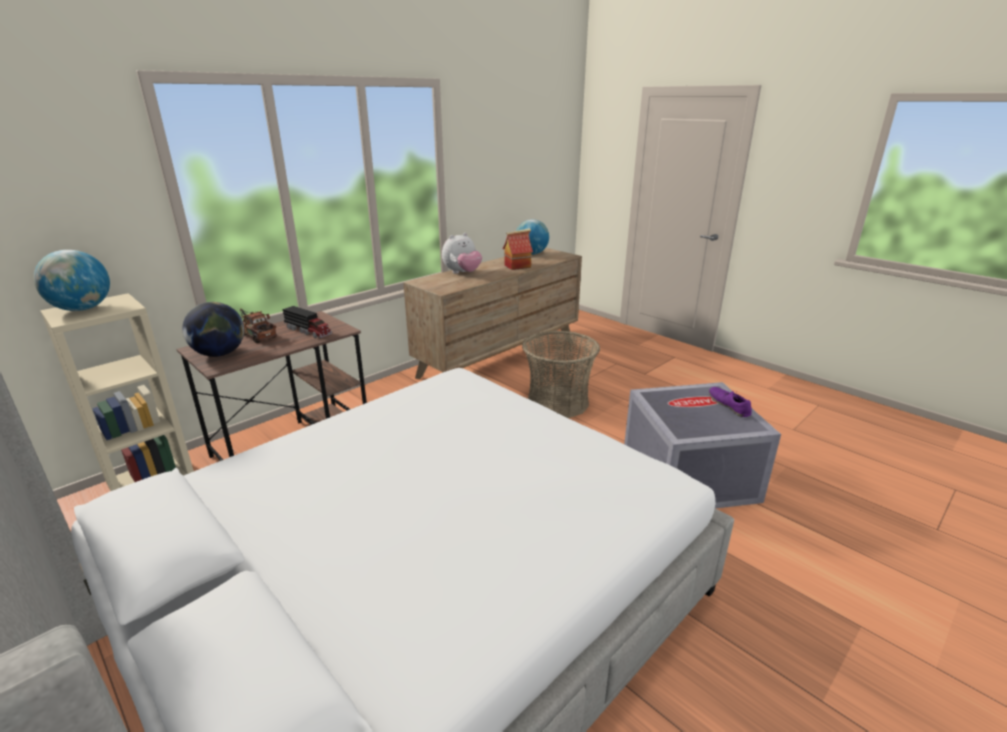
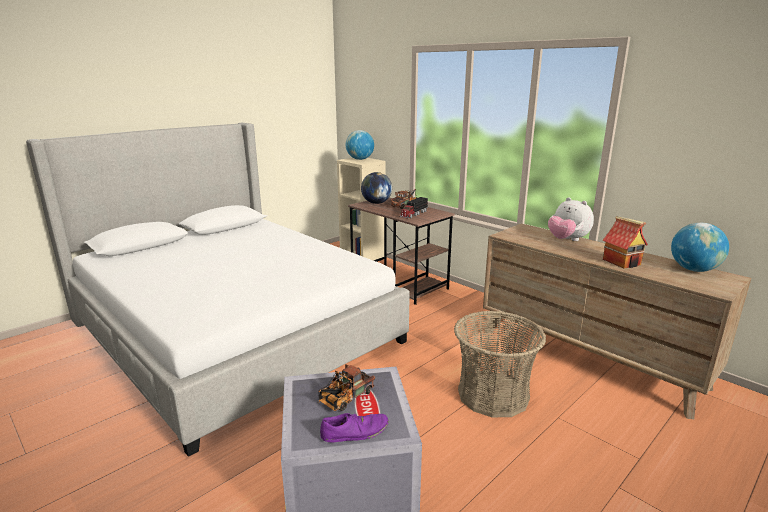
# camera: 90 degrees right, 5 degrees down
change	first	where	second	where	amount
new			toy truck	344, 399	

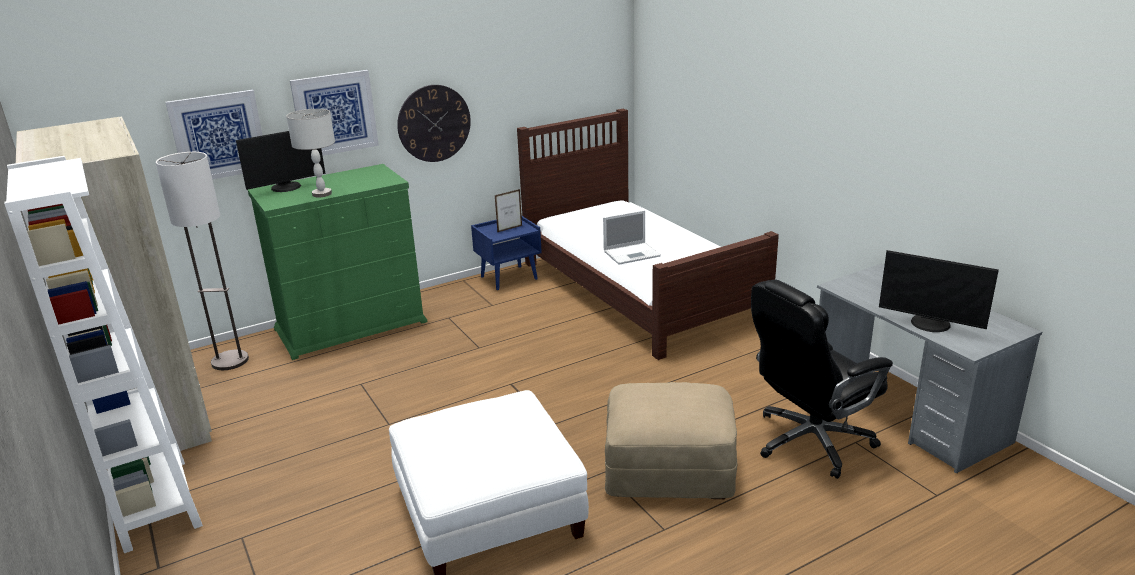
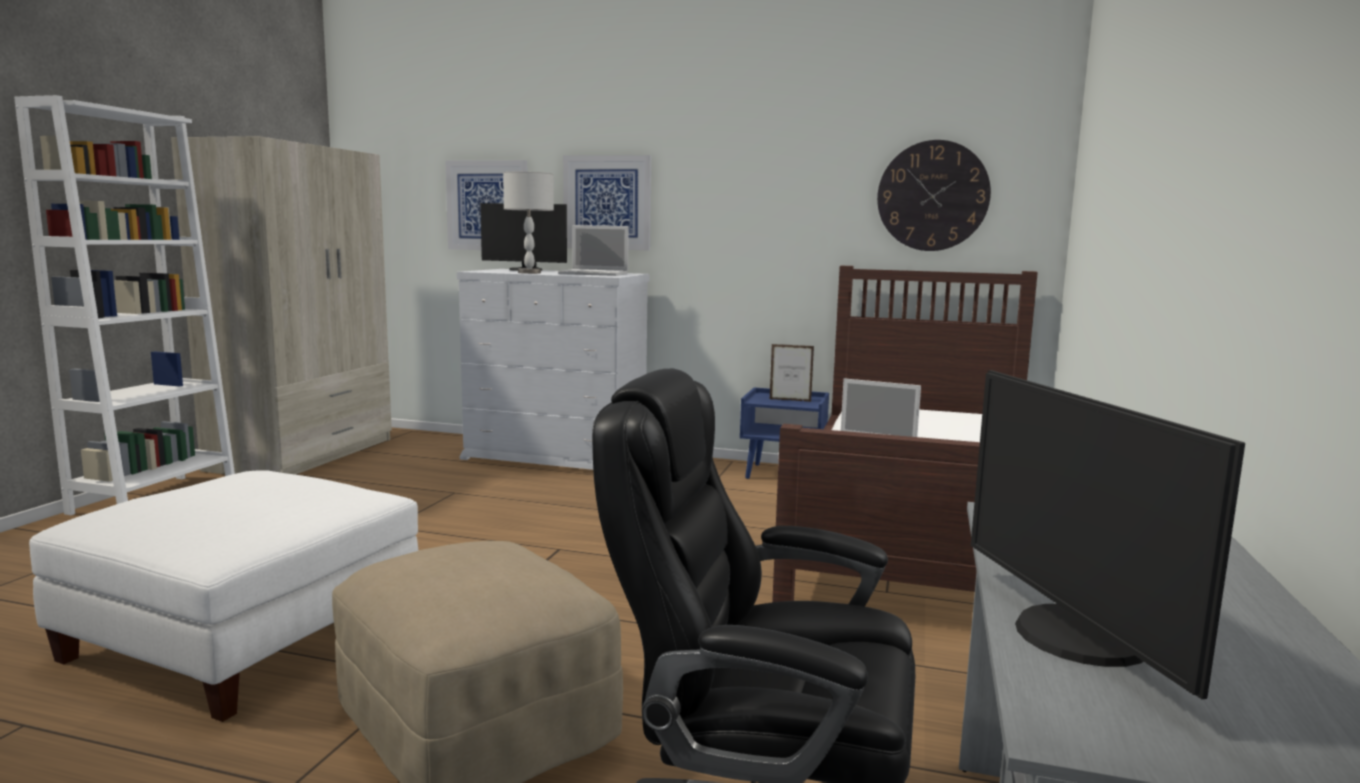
# camera: 45 degrees right, 15 degrees down
change	first	where	second	where	amount
gone	floor lamp	230, 361			
new			laptop	595, 274	
shifted	wall clock	434, 123		932, 196	
repainted	dresser/green	351, 325	dresser/white	557, 456	

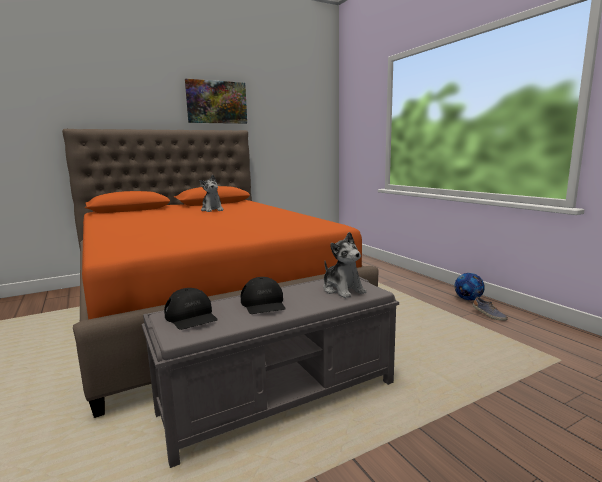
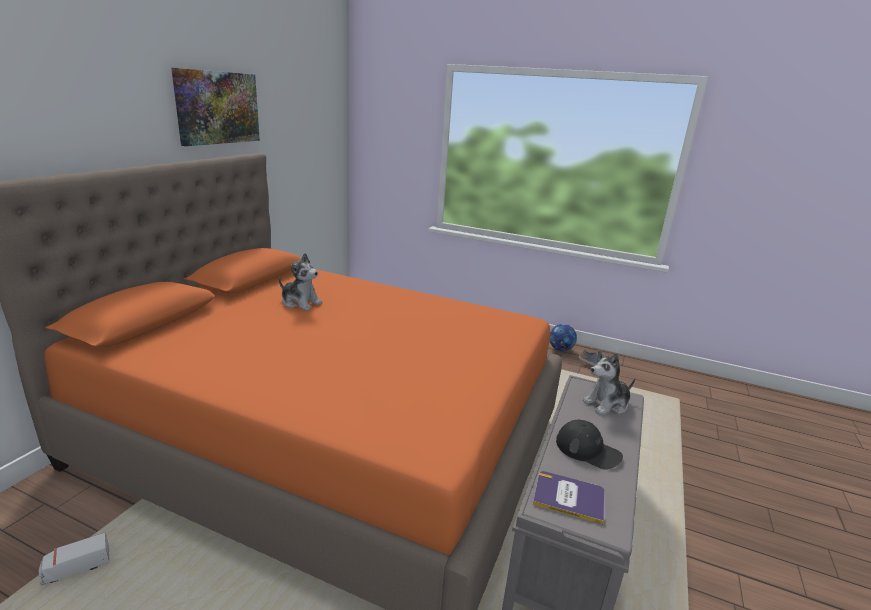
# camera: 40 degrees left, 10 degrees up
change	first	where	second	where	amount
new			toy truck	76, 568	
swapped	cap/black	191, 317	book	569, 497	
rotated	plush toy	342, 290		607, 404	135 degrees clockwise

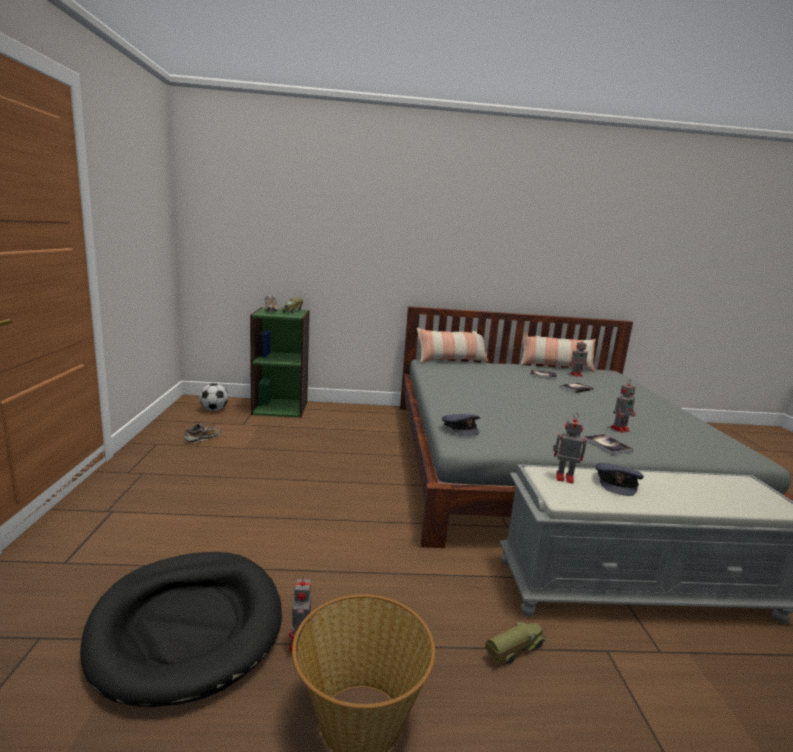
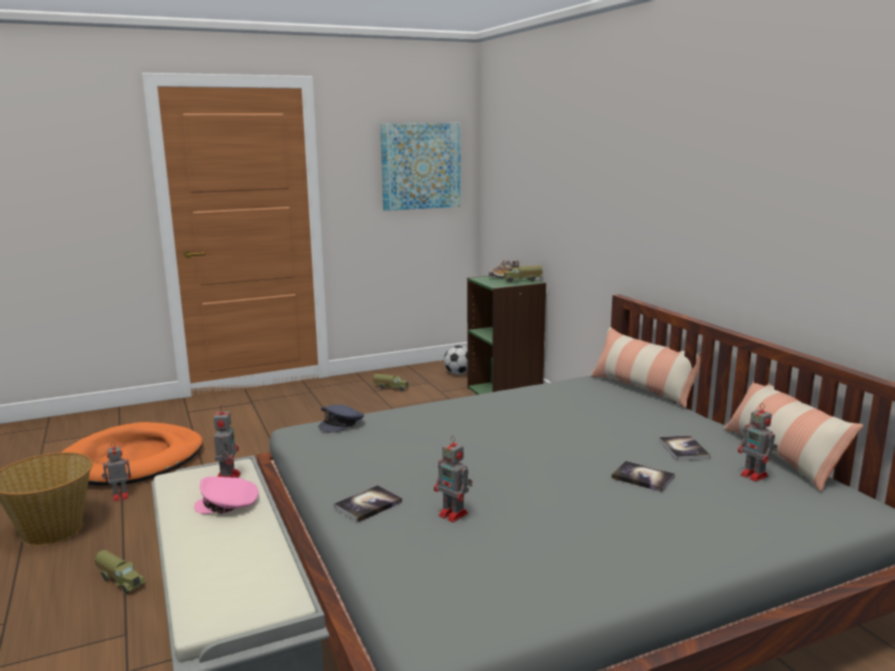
# camera: 70 degrees right, 0 degrees up
change	first	where	second	where	amount
new			picture	420, 166	
swapped	shoe	202, 438	toy truck	391, 388	
repainted	dog bed/black	188, 626	dog bed/orange	133, 460	
repainted	cap/grey	617, 483	cap/pink	227, 505	

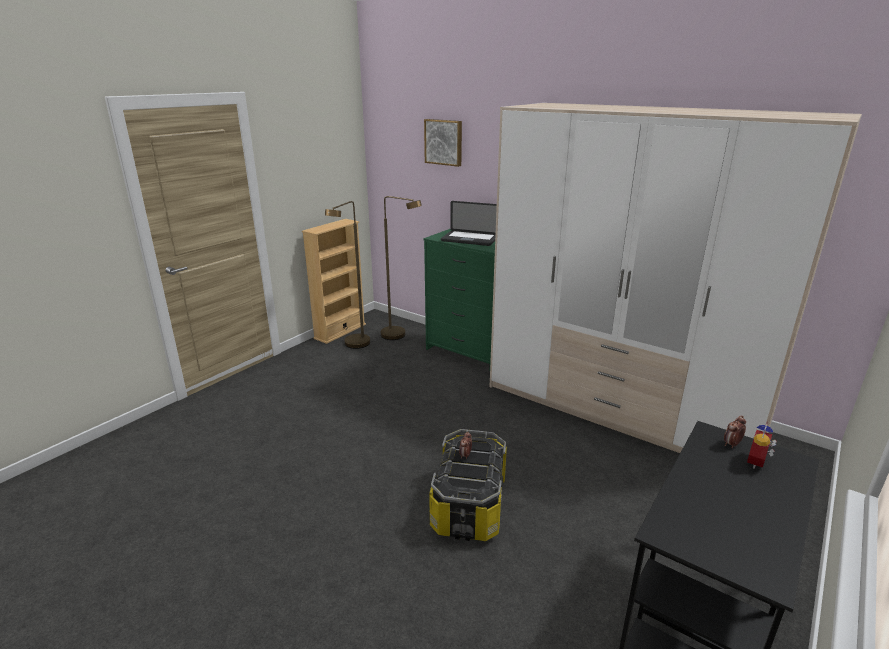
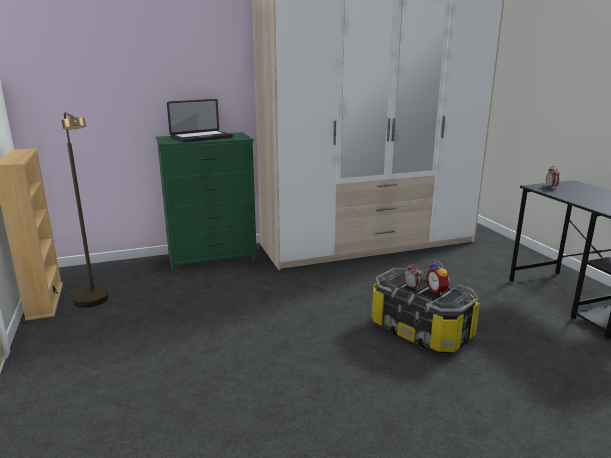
# camera: 55 degrees left, 5 degrees down
change	first	where	second	where	amount
gone	floor lamp/brown	399, 336			
gone	picture	444, 142			
shifted	alarm clock	758, 463		437, 291	

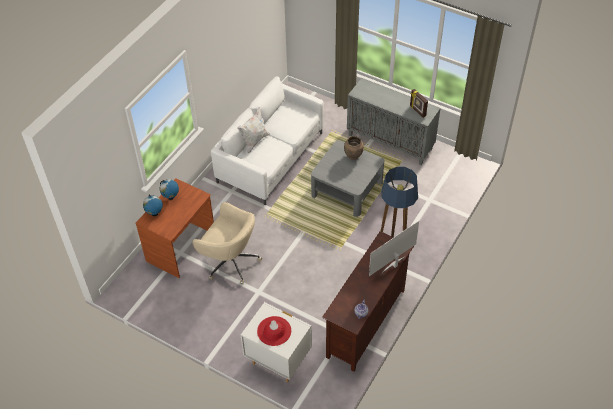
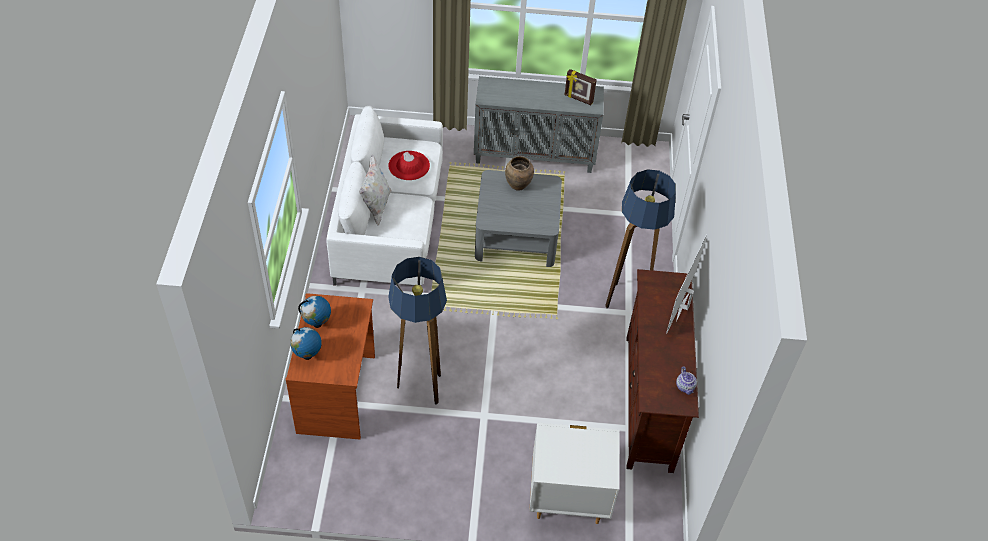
# camera: 30 degrees left, 0 degrees up
change	first	where	second	where	amount
shifted	hat/red	274, 331		409, 166	
swapped	office chair/beige	230, 261	floor lamp	419, 388	

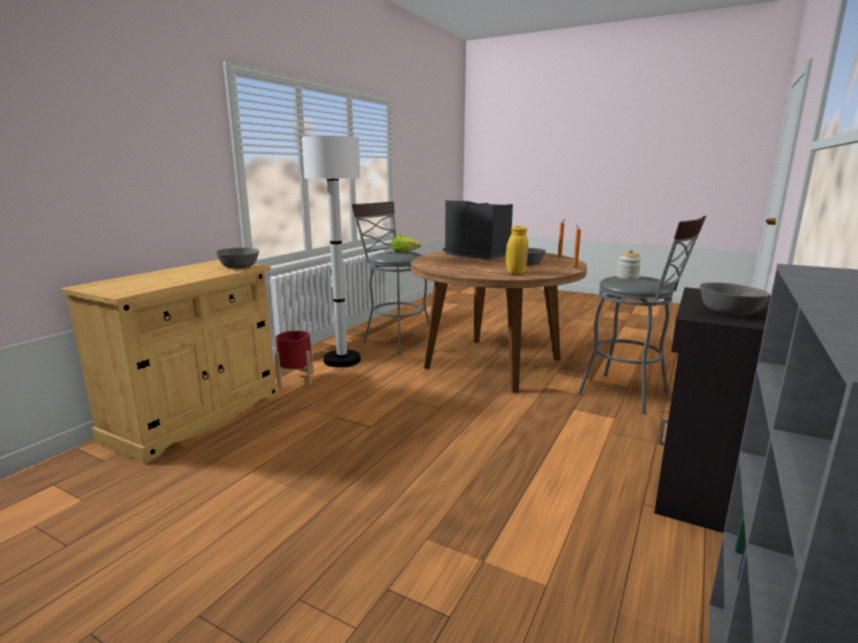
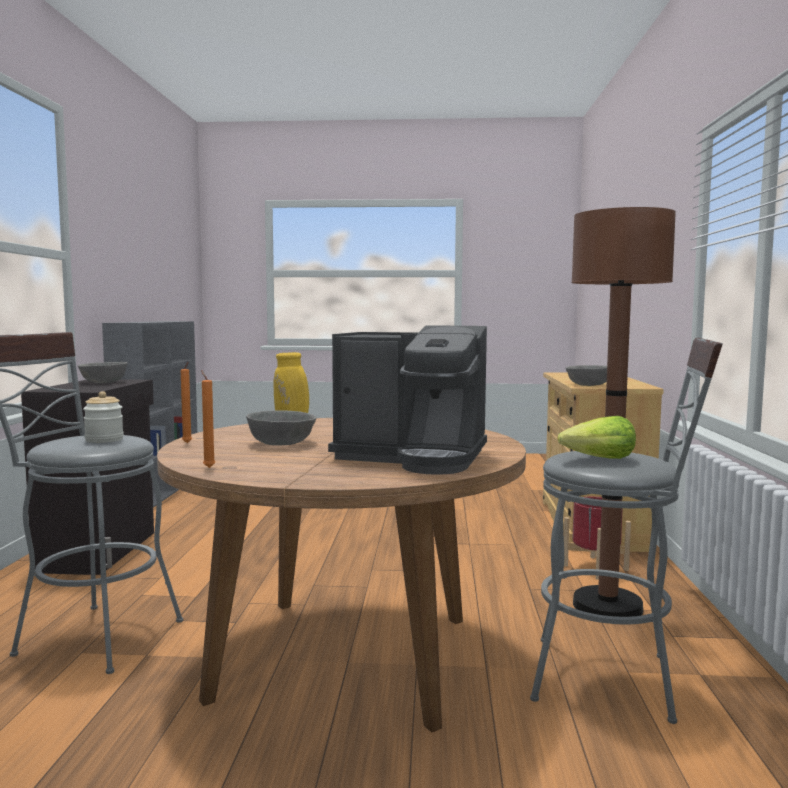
# camera: 155 degrees right, 10 degrees down
change	first	where	second	where	amount
repainted	floor lamp/white	342, 360	floor lamp/brown	607, 606	

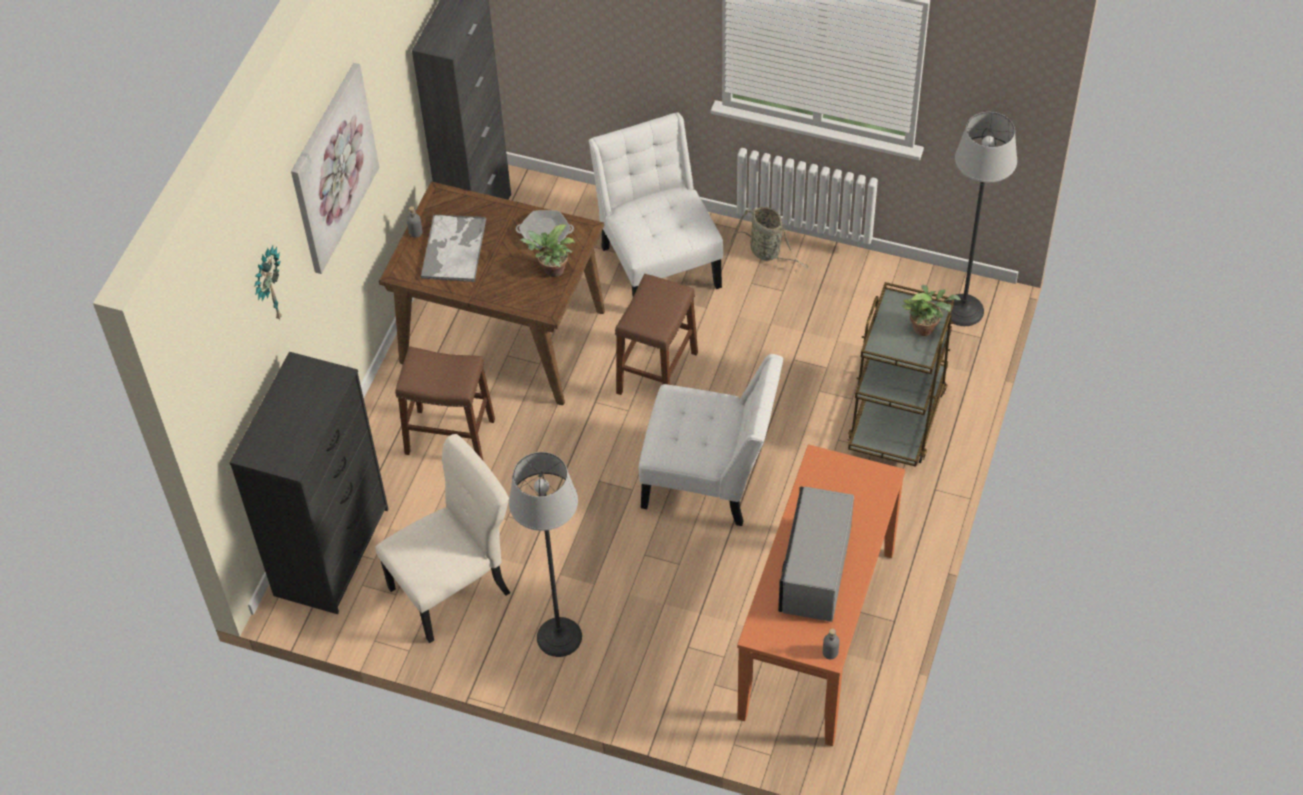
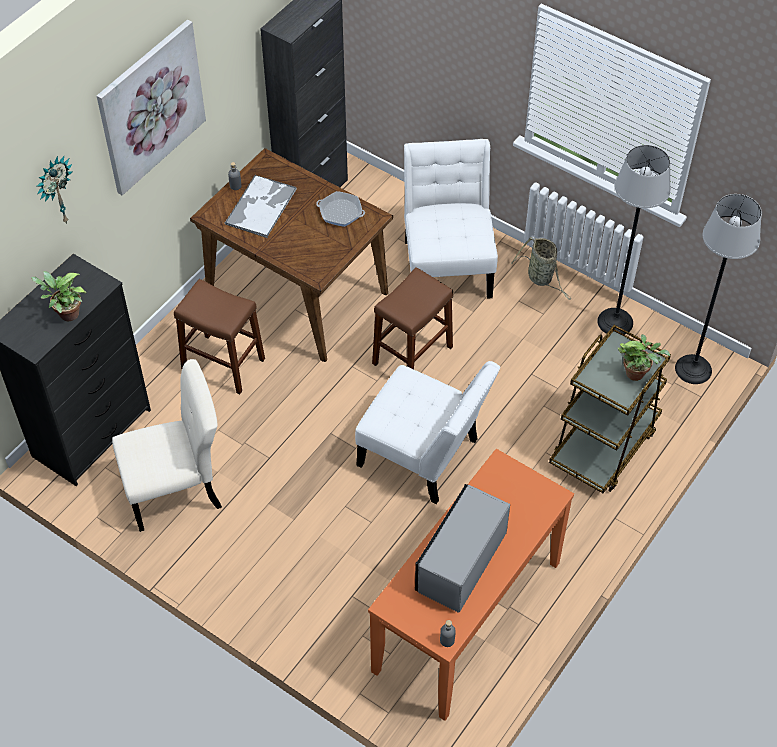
# camera: 15 degrees right, 0 degrees up
change	first	where	second	where	amount
shifted	floor lamp	559, 637		615, 322	
shifted	potted plant	551, 271		66, 314	

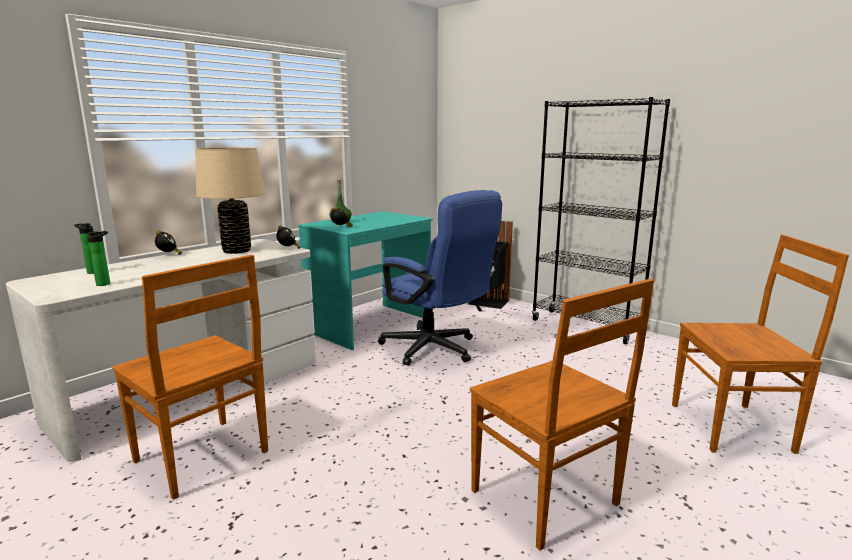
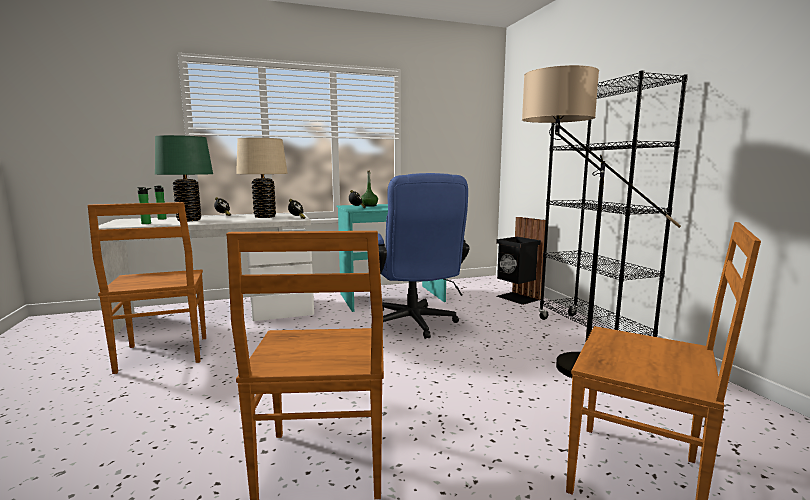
# camera: 30 degrees right, 5 degrees down
change	first	where	second	where	amount
new			table lamp/green	189, 220	
new			floor lamp	561, 364	

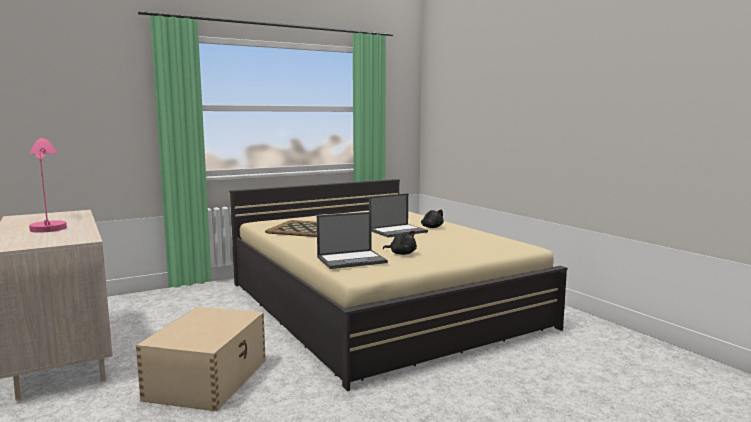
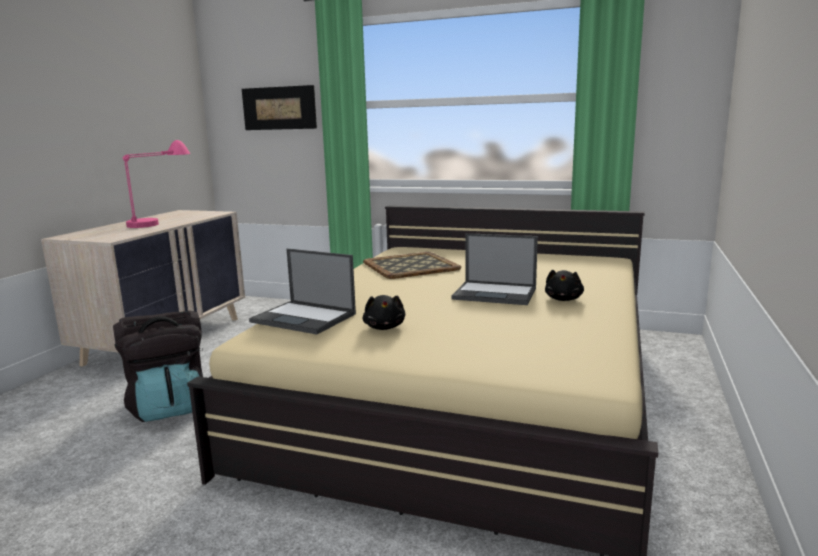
# camera: 50 degrees right, 5 degrees up
change	first	where	second	where	amount
new			picture	279, 108	
swapped	storage box/beige	209, 379	backpack/black	169, 406	

